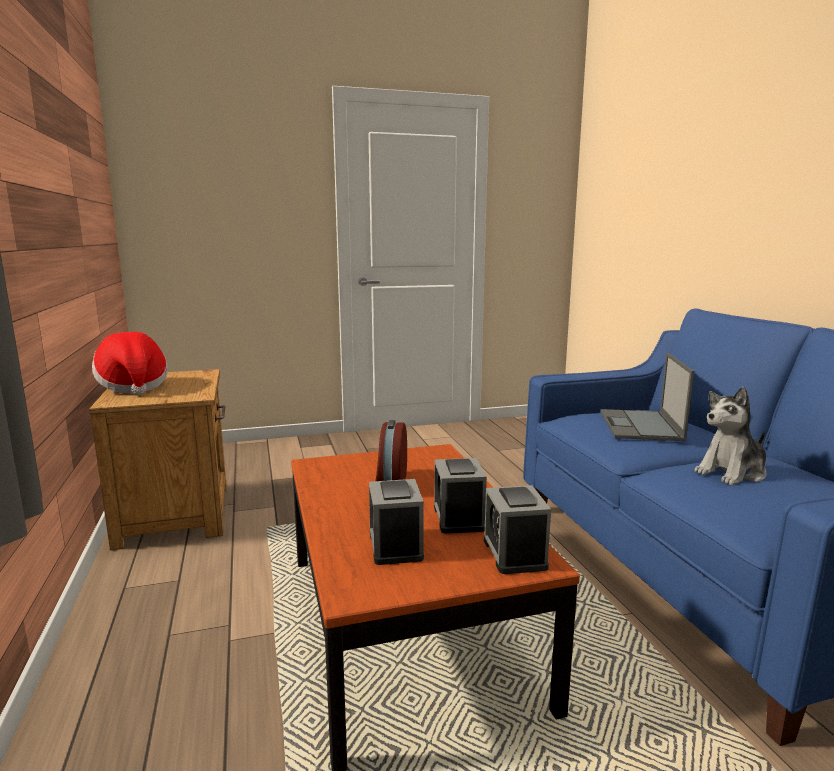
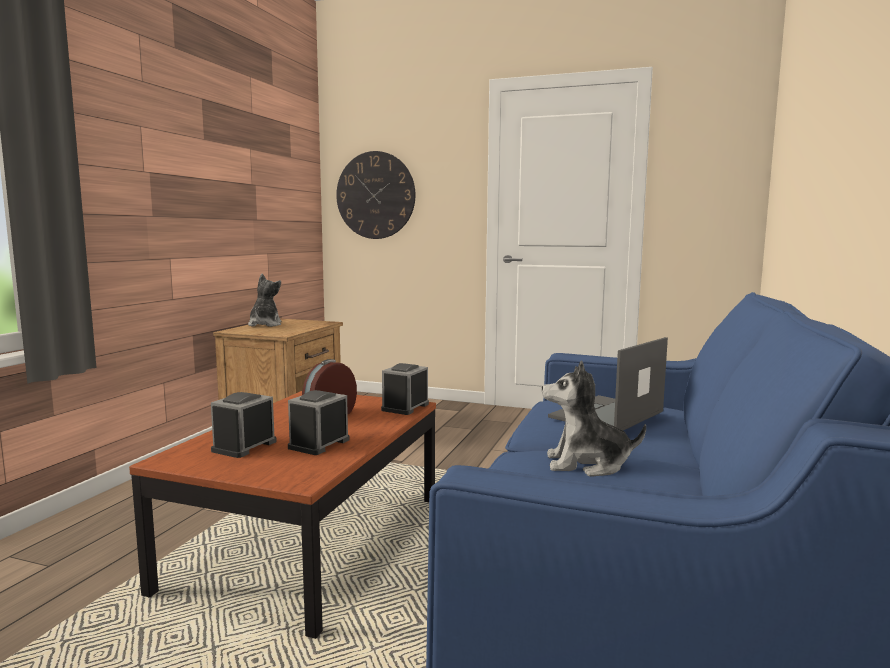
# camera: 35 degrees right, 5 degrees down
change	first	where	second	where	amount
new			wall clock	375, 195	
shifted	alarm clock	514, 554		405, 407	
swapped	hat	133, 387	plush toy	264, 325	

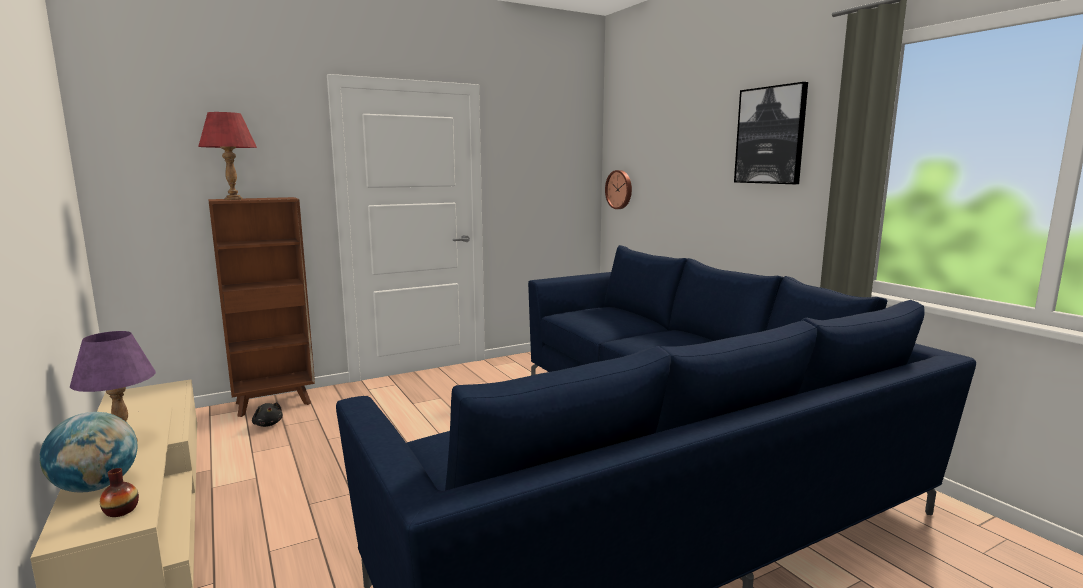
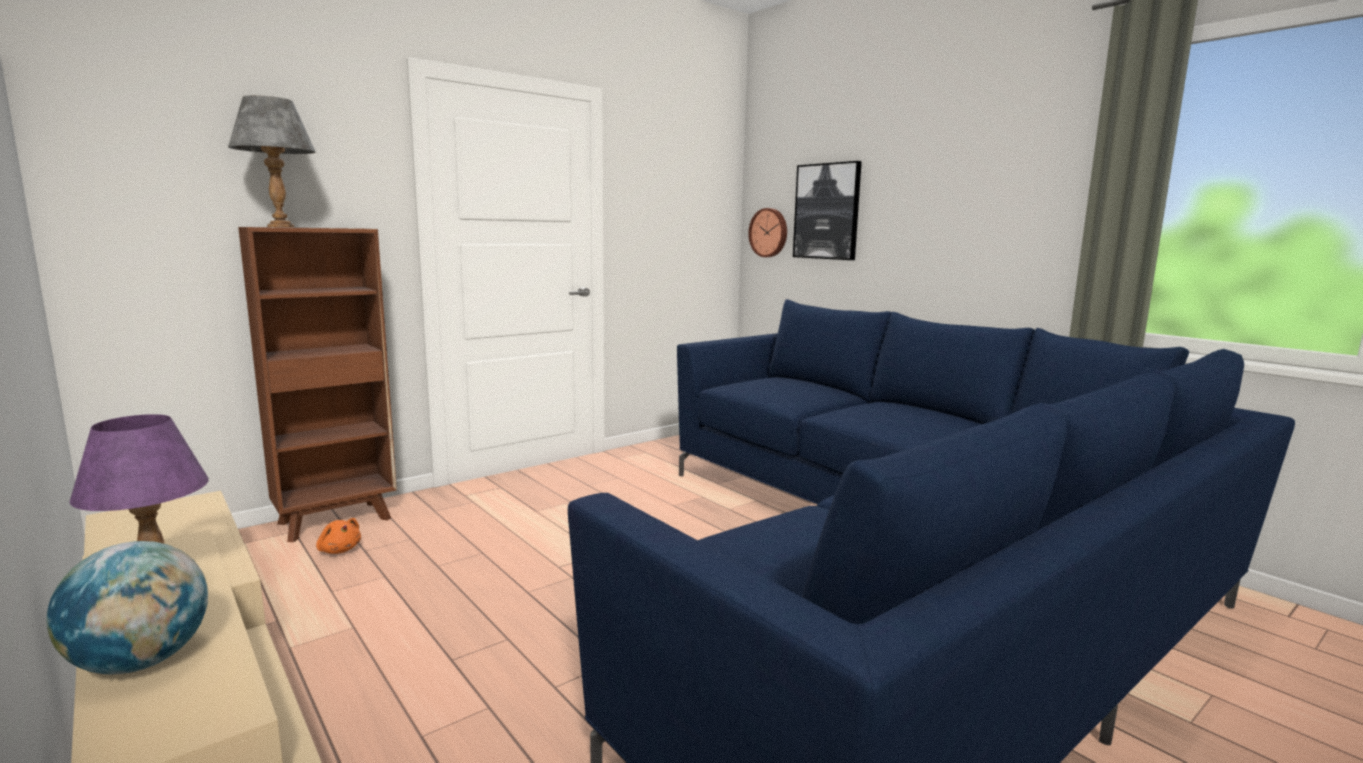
# camera: 10 degrees left, 0 degrees up
change	first	where	second	where	amount
gone	vase	121, 511			
shifted	picture	770, 135		827, 211	
repainted	table lamp/red	234, 199	table lamp/grey	281, 227	
repainted	plush toy/black	268, 424	plush toy/orange	339, 550	

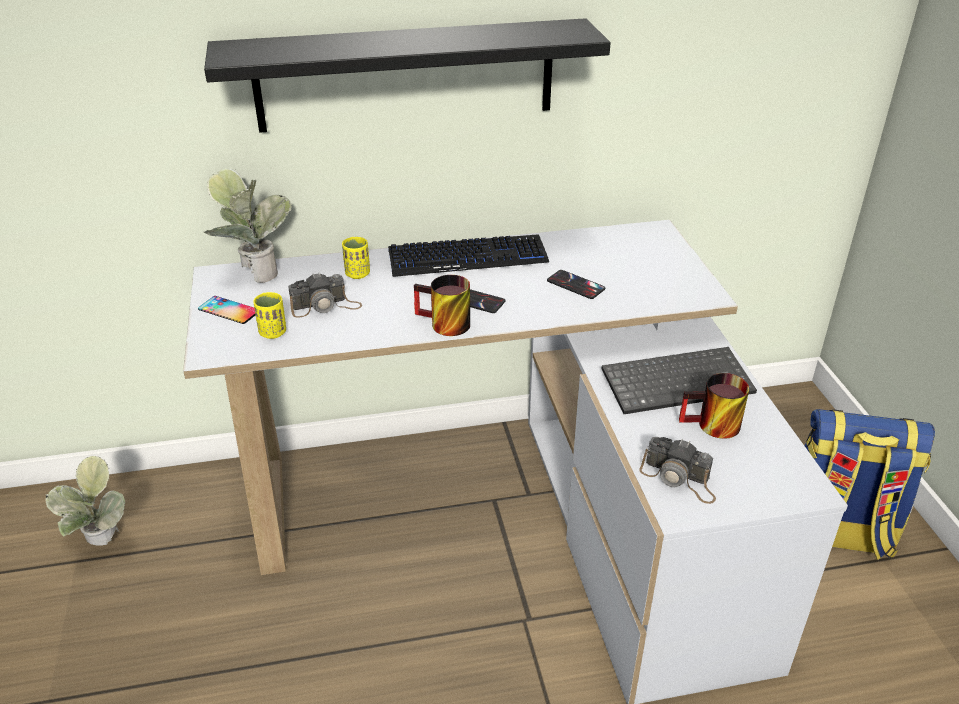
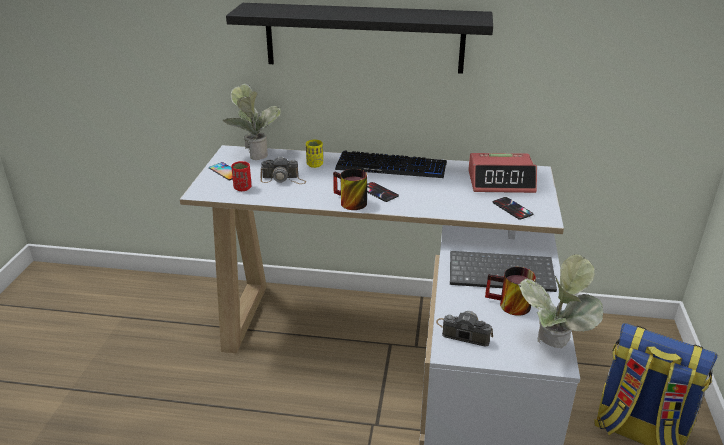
# camera: 20 degrees right, 5 degrees down
change	first	where	second	where	amount
new			alarm clock	501, 181	
shifted	potted plant	101, 546		551, 349	
shifted	phone	575, 285		512, 208	
repainted	cup/yellow	273, 333	cup/red	242, 188	
rotated	photo camera	679, 479		463, 332	150 degrees clockwise

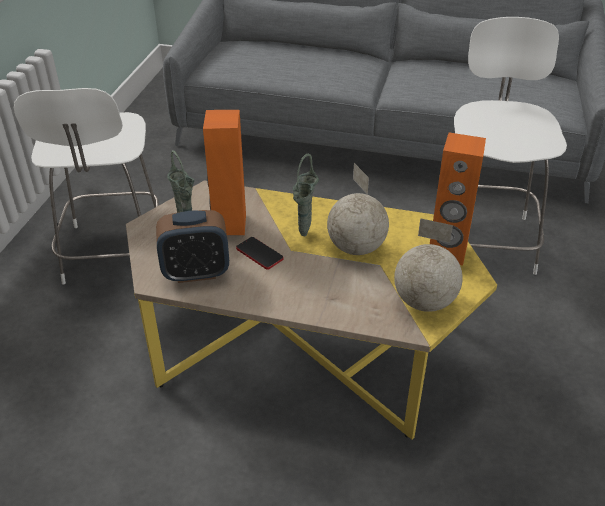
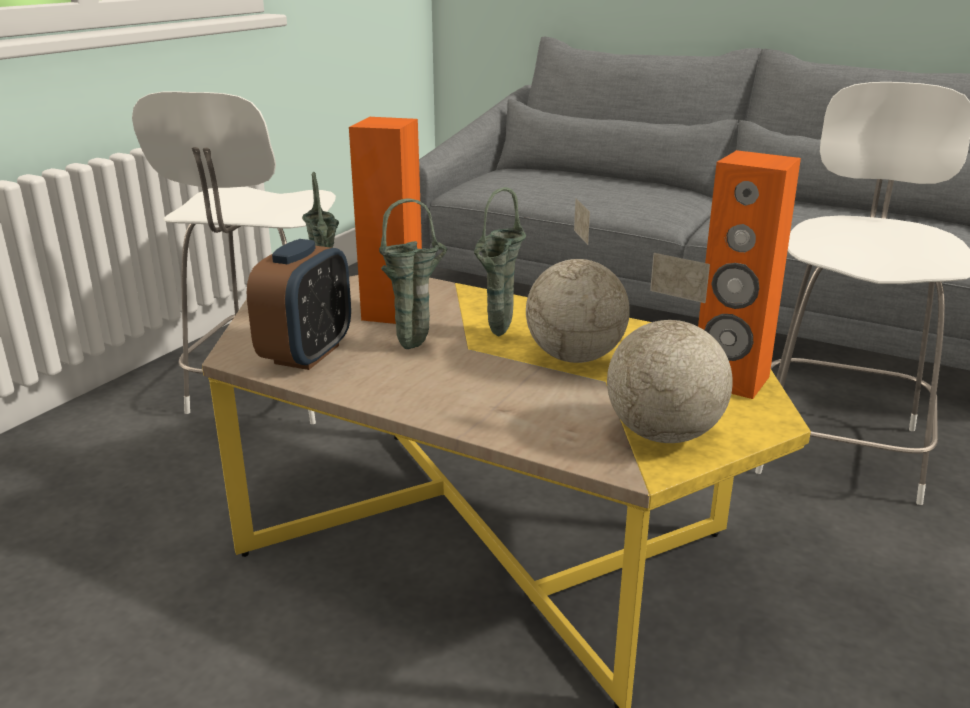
# camera: 15 degrees right, 15 degrees down
change	first	where	second	where	amount
swapped	phone	259, 254	vase/green	416, 346	
rotated	alarm clock	196, 272		307, 354	75 degrees counterclockwise

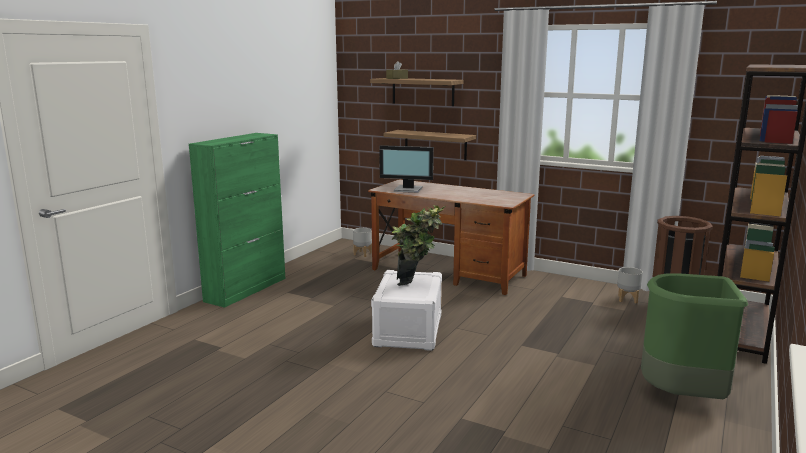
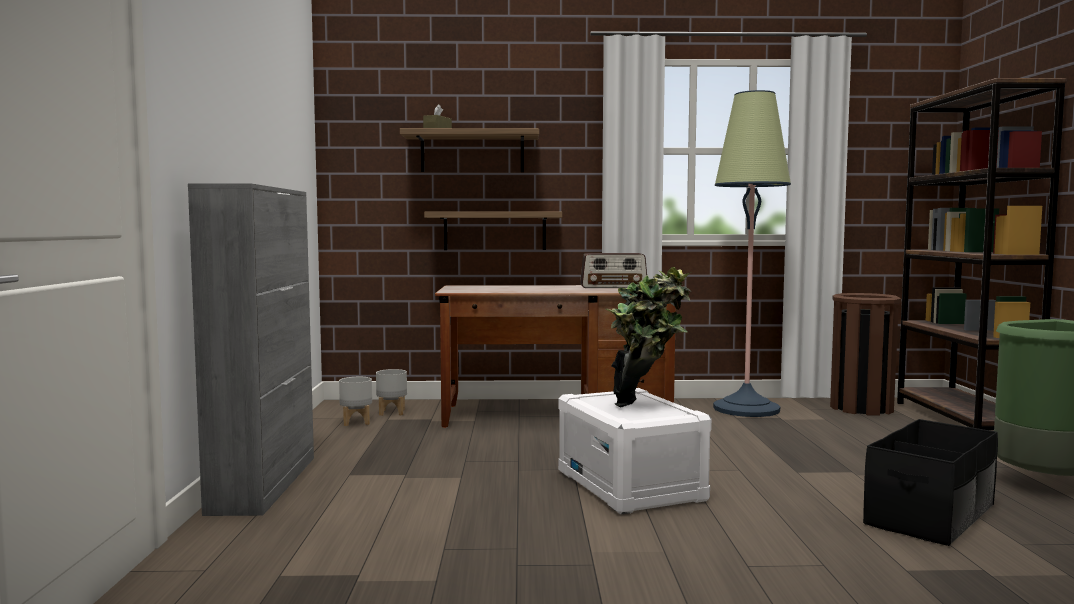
# camera: 30 degrees left, 10 degrees down
change	first	where	second	where	amount
gone	monitor	408, 189			
new			radio	613, 286	
new			floor lamp	746, 409	
new			storage box/black	931, 515	
shifted	planter/grey	627, 299		356, 422	
repainted	cabinet/green	246, 289	cabinet/grey	264, 483	

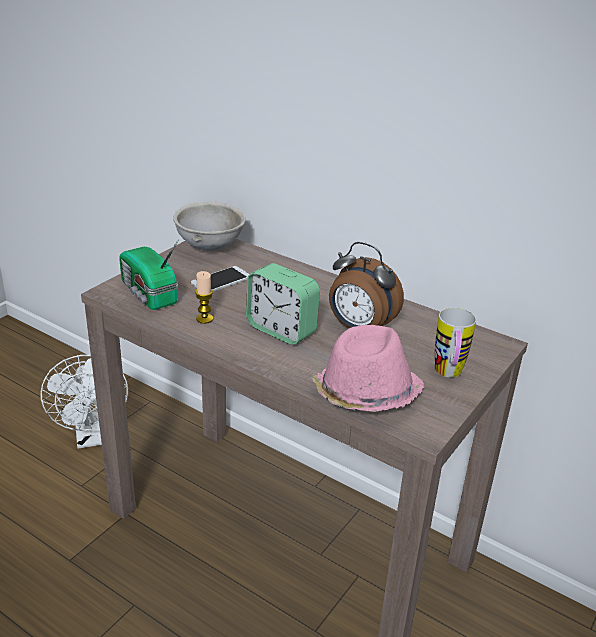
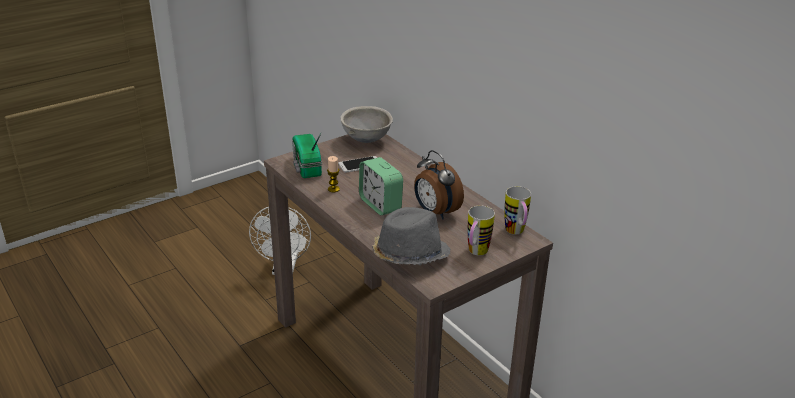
# camera: 20 degrees right, 0 degrees up
change	first	where	second	where	amount
new			mug	516, 233	
repainted	hat/pink	365, 394	hat/grey	409, 255	

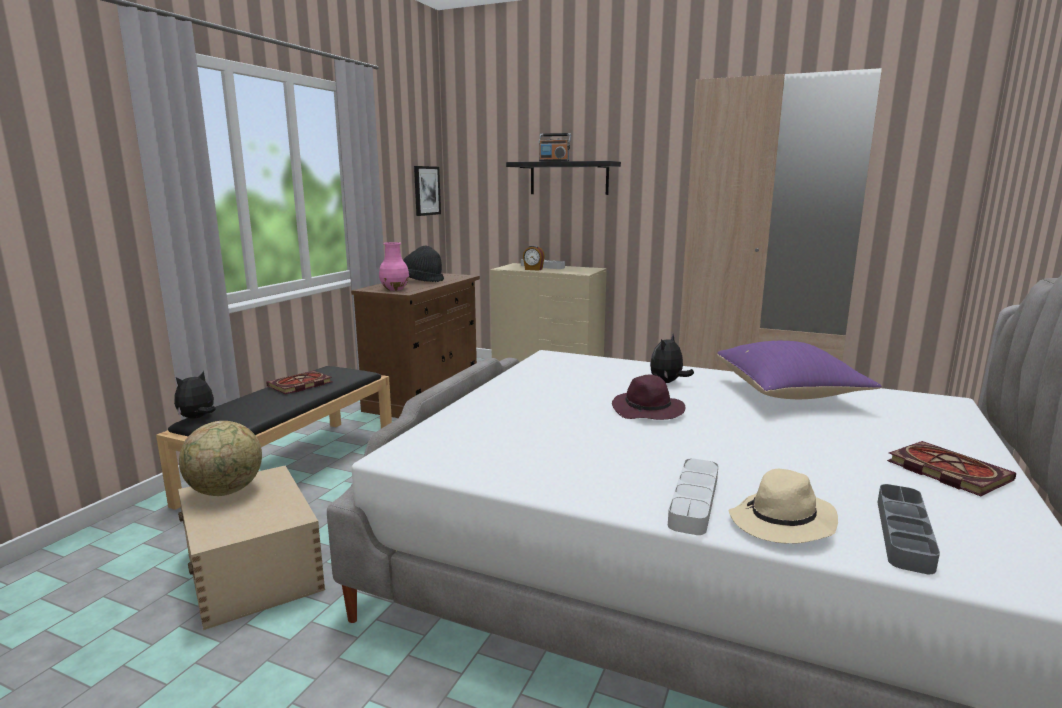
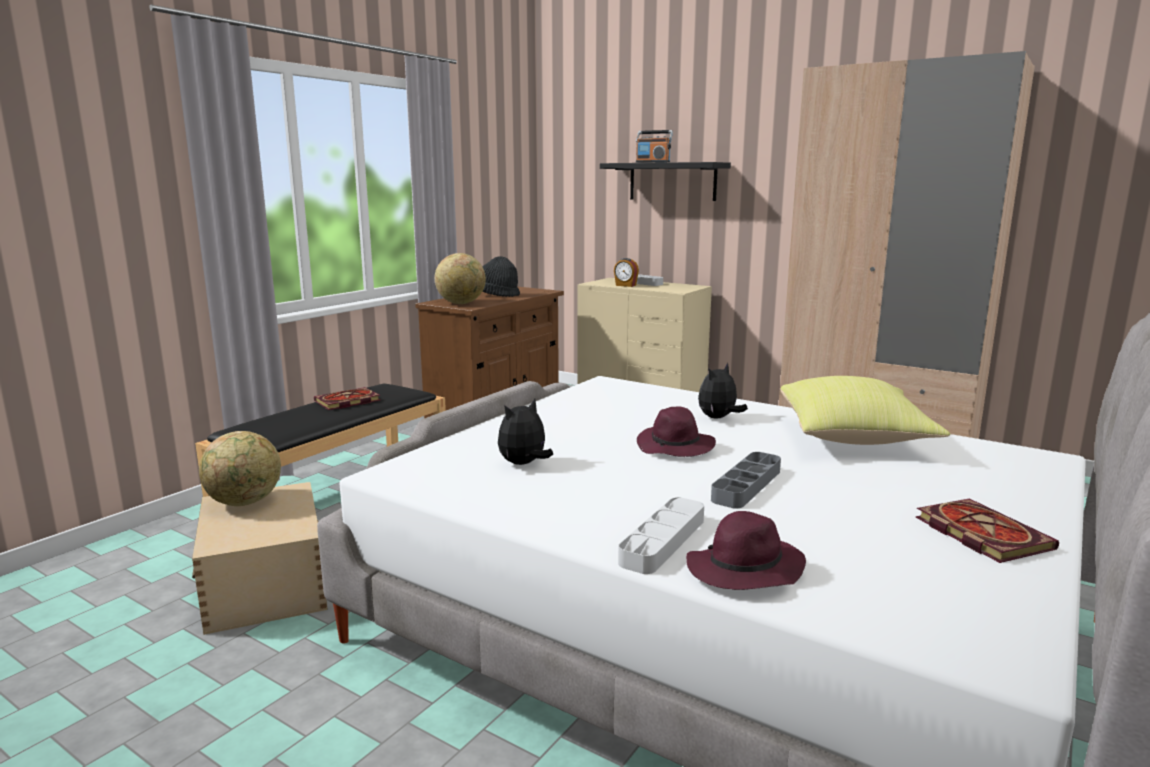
# camera: 10 degrees right, 0 degrees up
change	first	where	second	where	amount
gone	picture	426, 190			
shifted	plush toy	197, 418		524, 464	
shifted	tray/grey	904, 533		746, 485	
swapped	vase/pink	395, 289	globe	461, 303	
repainted	pillow/purple	789, 394	pillow/yellow	854, 439	
repainted	hat/beige	782, 524	hat/purple	744, 571	

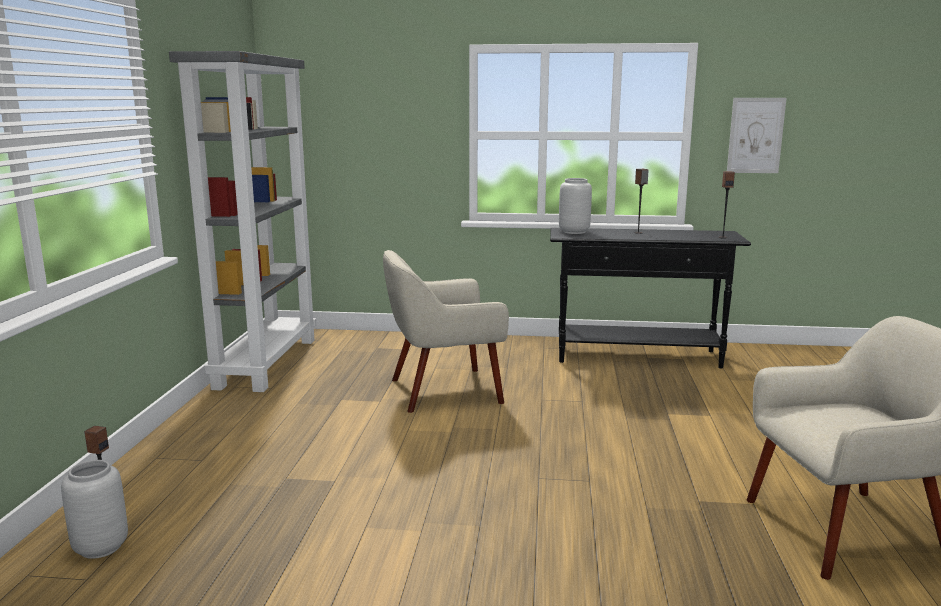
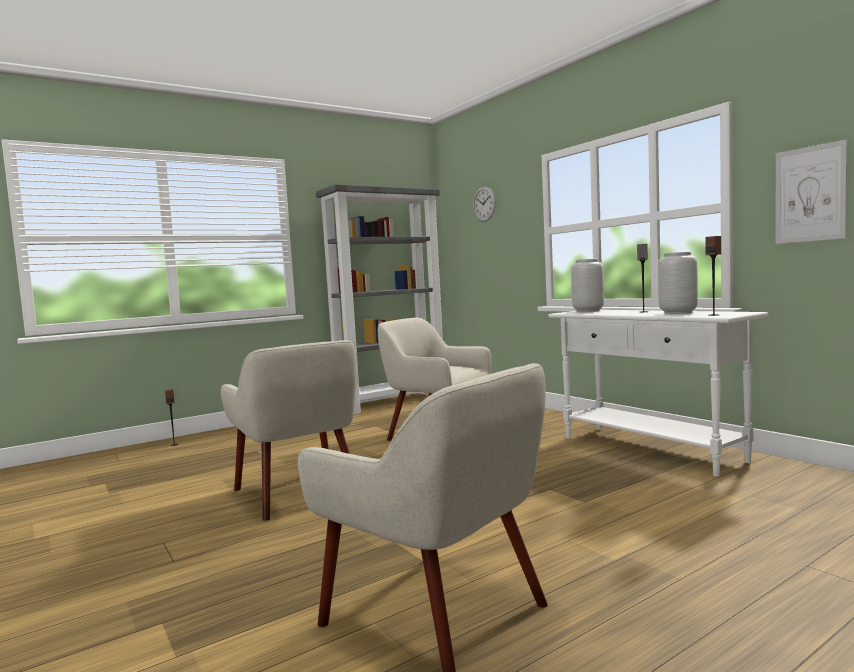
# camera: 50 degrees right, 10 degrees down
change	first	where	second	where	amount
new			armchair/beige	299, 492	
new			wall clock	484, 204	
shifted	vase/grey	102, 547		678, 313	
repainted	console table/black	638, 357	console table/white	650, 449	

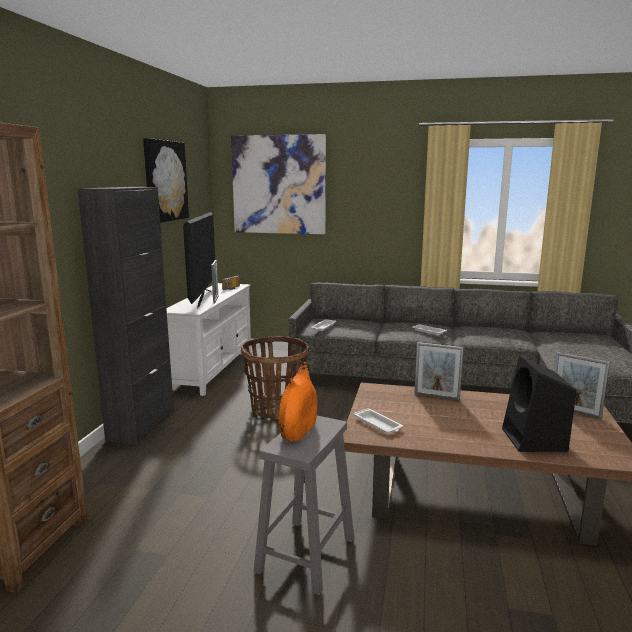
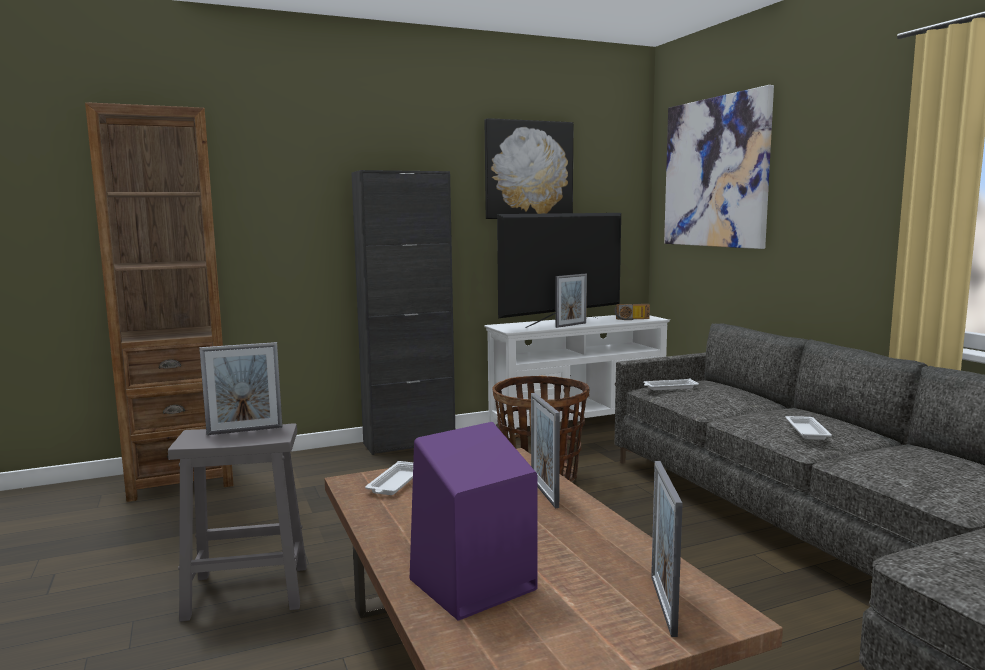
# camera: 55 degrees right, 5 degrees down
change	first	where	second	where	amount
swapped	vase/orange	298, 430	picture frame	245, 430	
repainted	speaker/black	535, 440	speaker/purple	470, 586	

